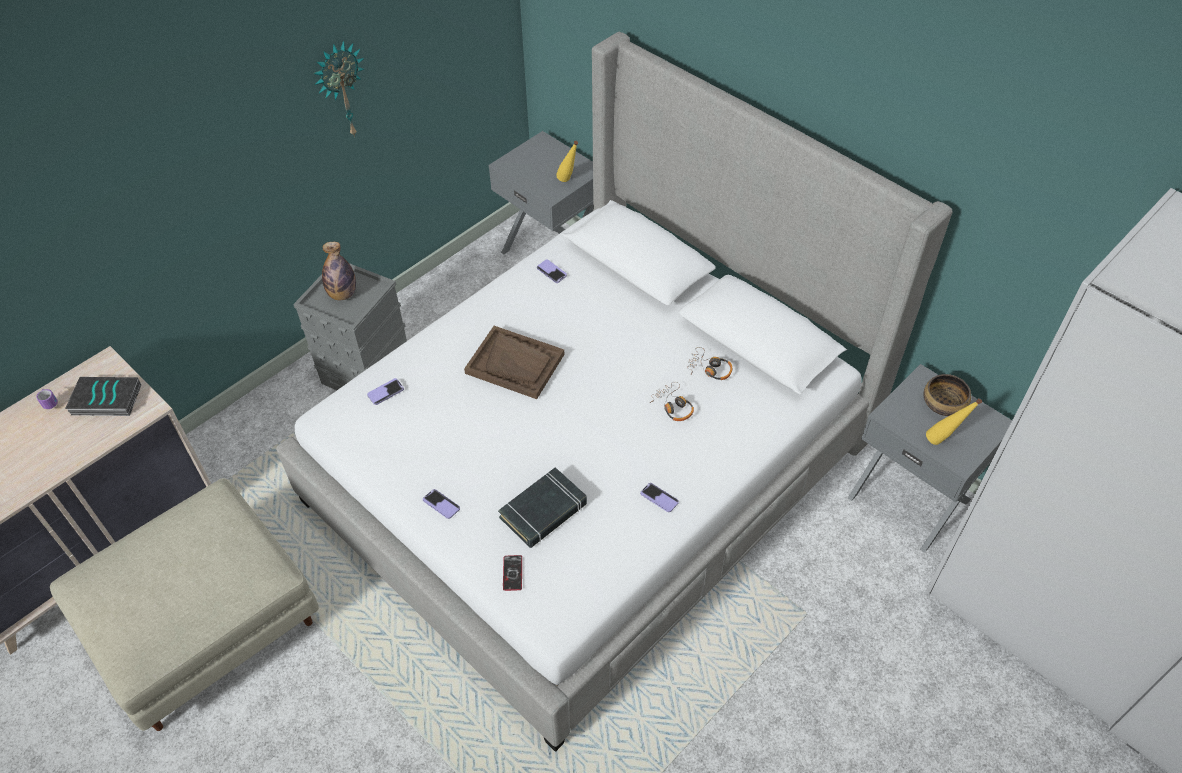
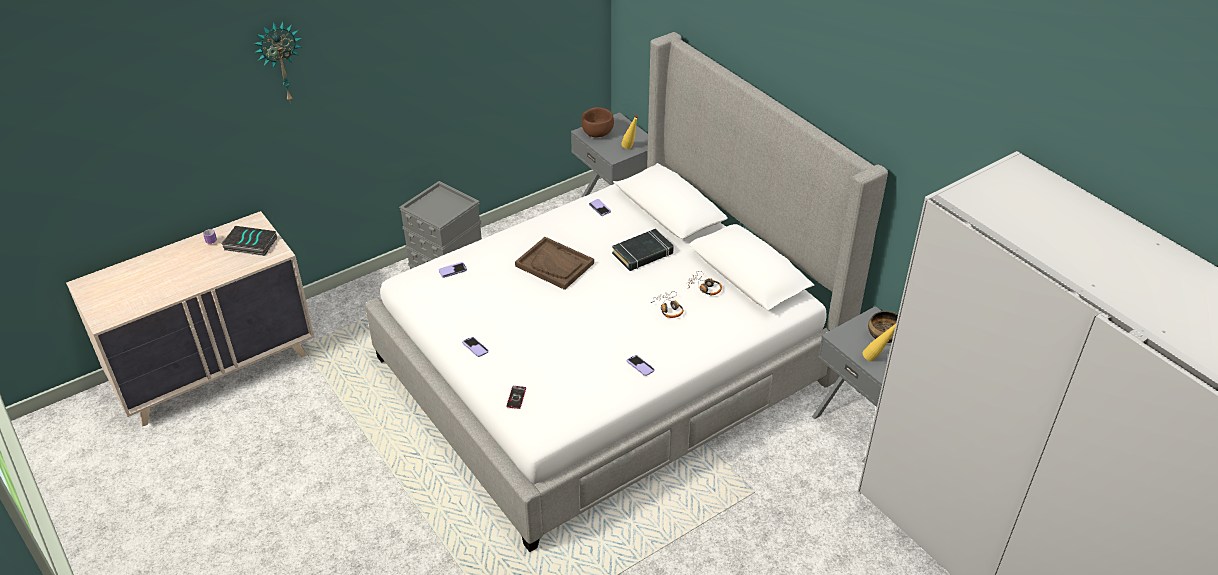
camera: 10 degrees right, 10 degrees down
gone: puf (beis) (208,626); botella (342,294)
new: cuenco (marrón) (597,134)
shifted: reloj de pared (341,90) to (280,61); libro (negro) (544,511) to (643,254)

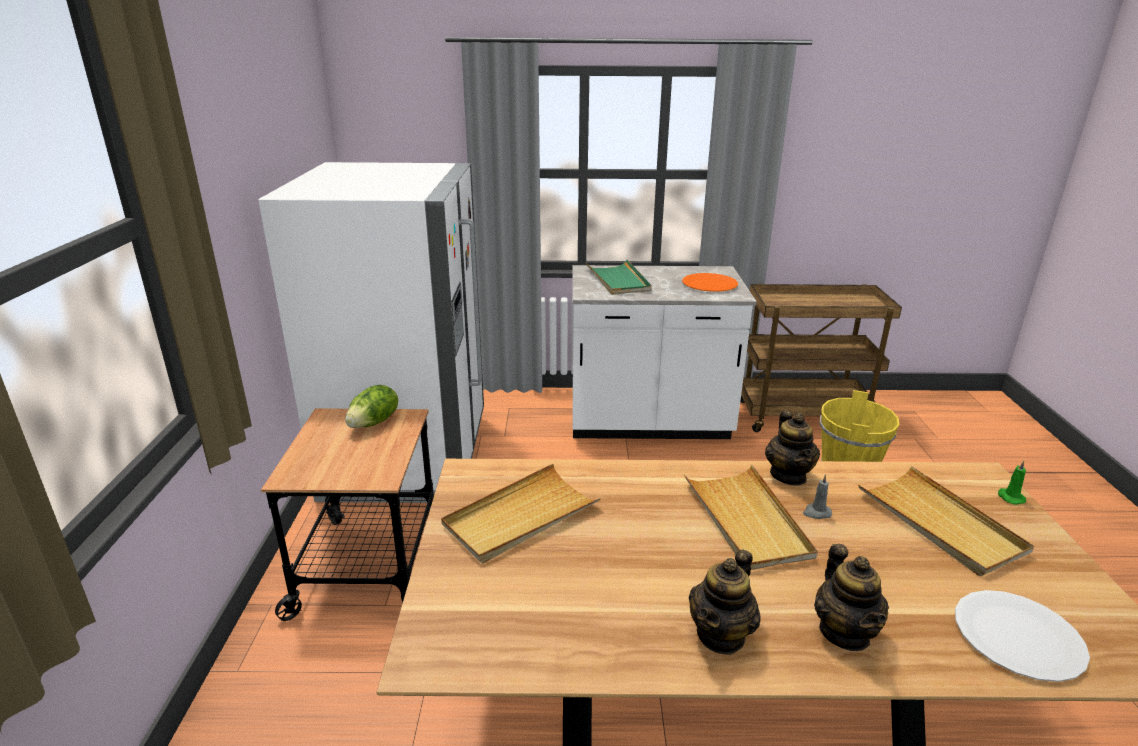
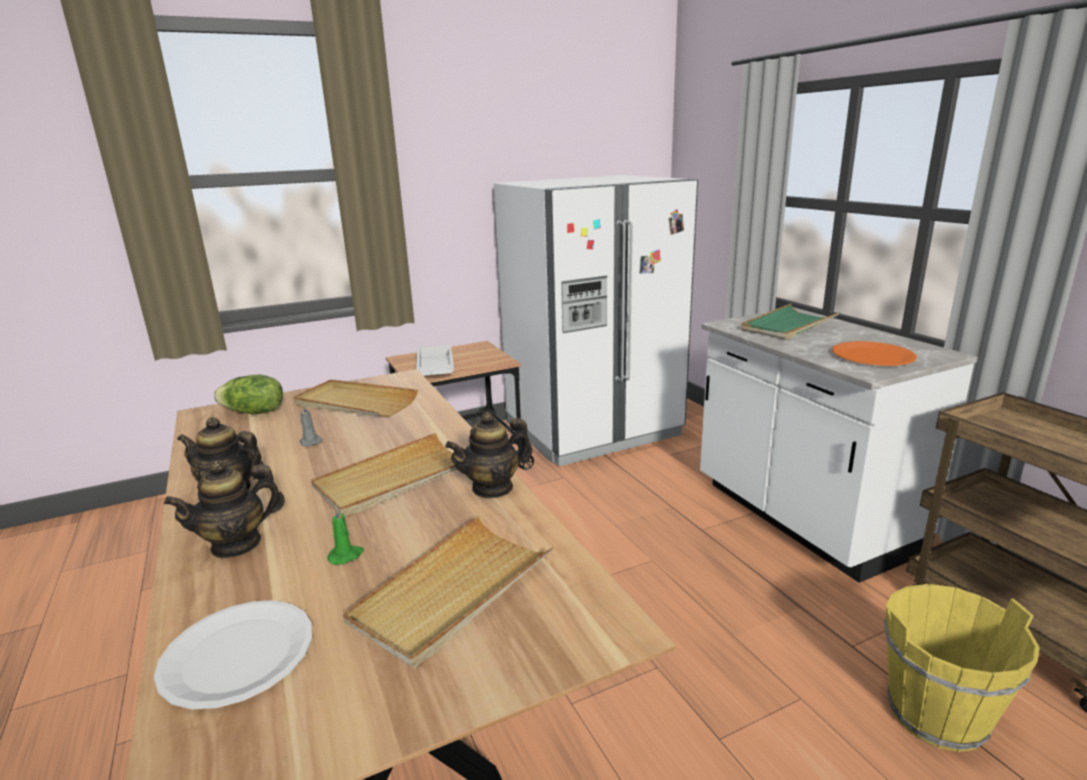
camera: 65 degrees right, 5 degrees down
new: bandeja (blanco) (434,368)
shifted: lechuga (374,422) to (254,412); vela (gris) (816,513) to (310,442); vela (verde) (1010,497) to (346,556)

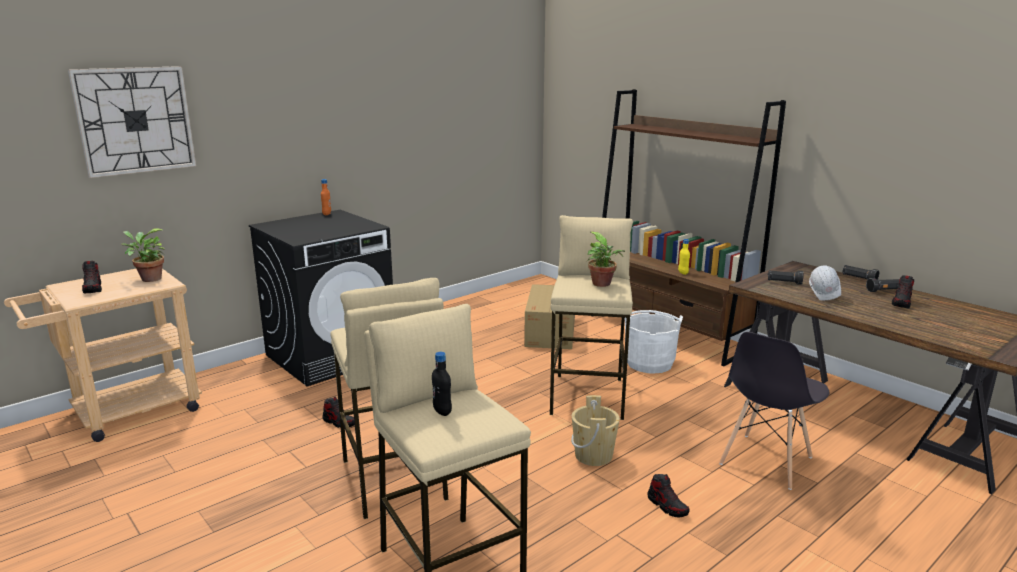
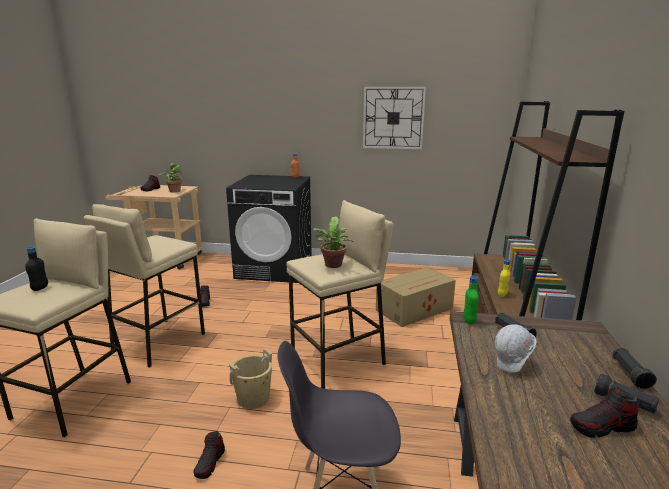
camera: 50 degrees right, 0 degrees up
gone: cubo (blanco) (649,363)
new: botella (verde) (469,321)
shifted: reloj de pared (135,120) to (393,118)

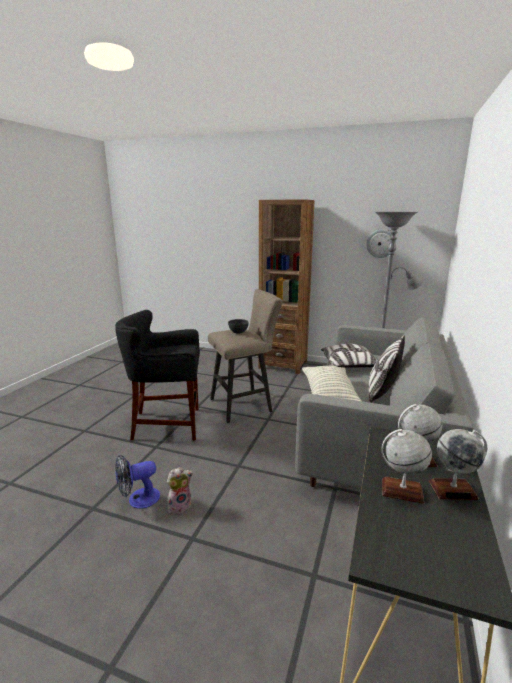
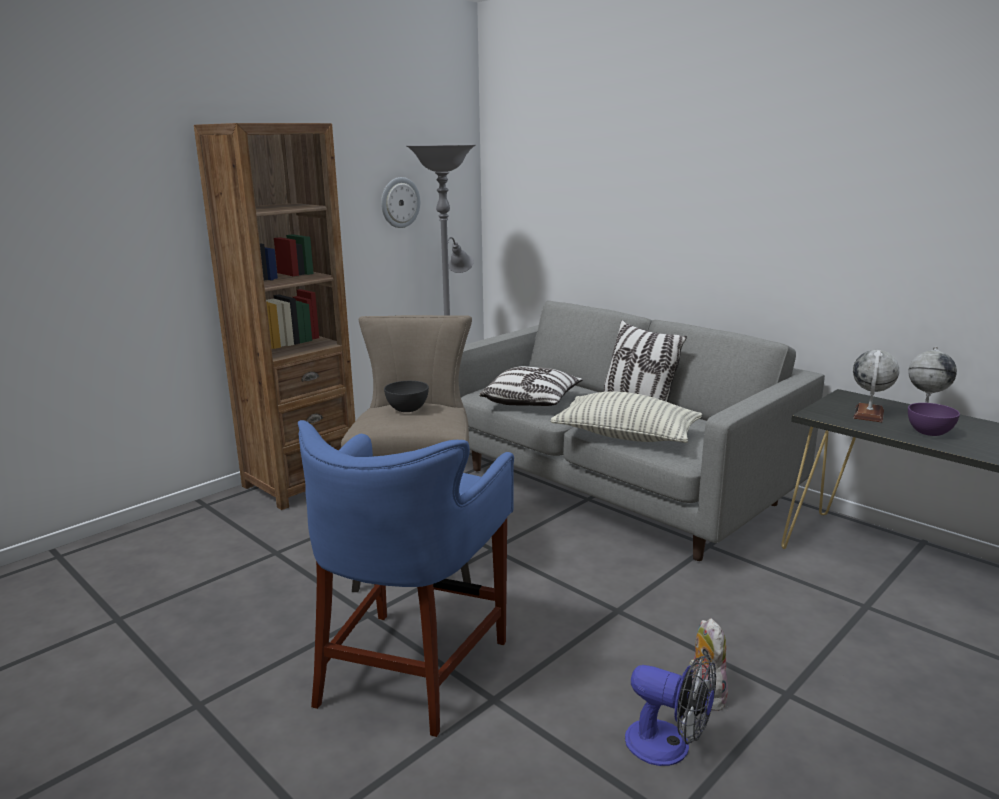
camera: 65 degrees left, 0 degrees up
swapped: globo terráqueo (402,491) to cuenco (morado) (929,433)
repainted: taburete (negro) (167,424) to taburete (azul) (412,669)
rotated: ventilador (138,499) = (669,746) 60 degrees counterclockwise

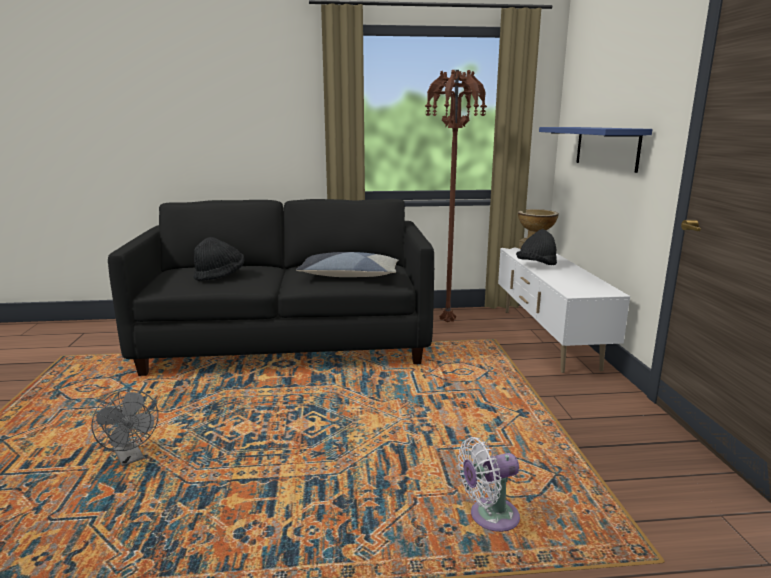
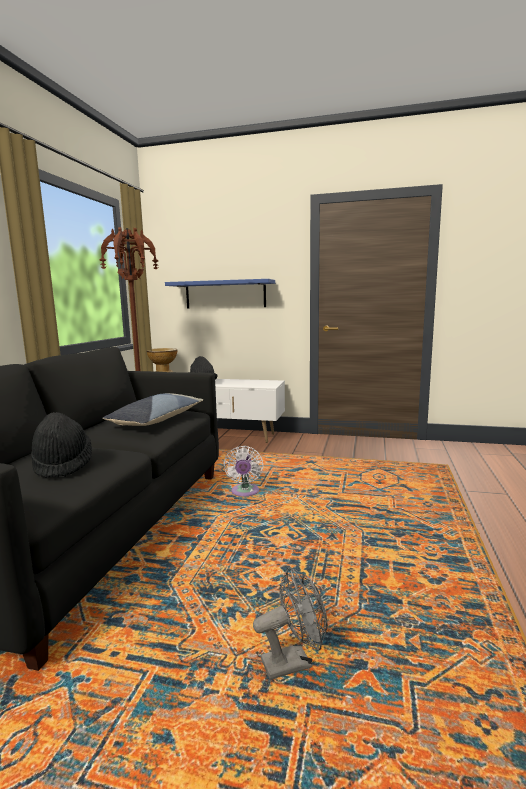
camera: 70 degrees left, 5 degrees down
shifted: ventilador (blanco) (489,517) to (244,493)

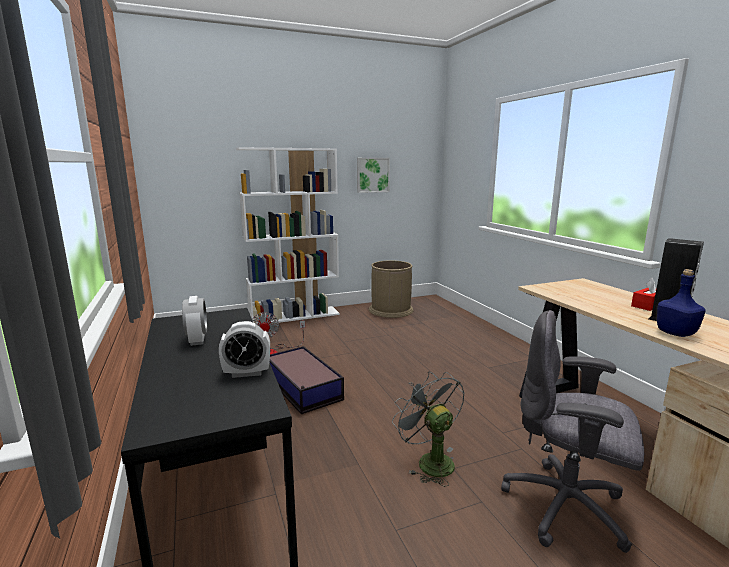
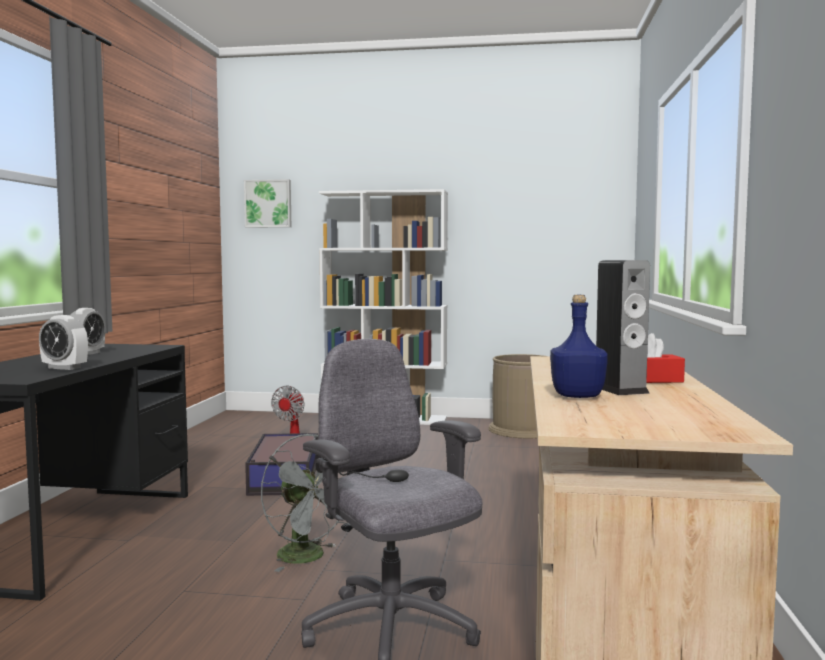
camera: 30 degrees right, 10 degrees down
shifted: cuadro (372,175) to (268,203)
rotated: ventilador (gris) (429,461) = (309,558) 135 degrees clockwise

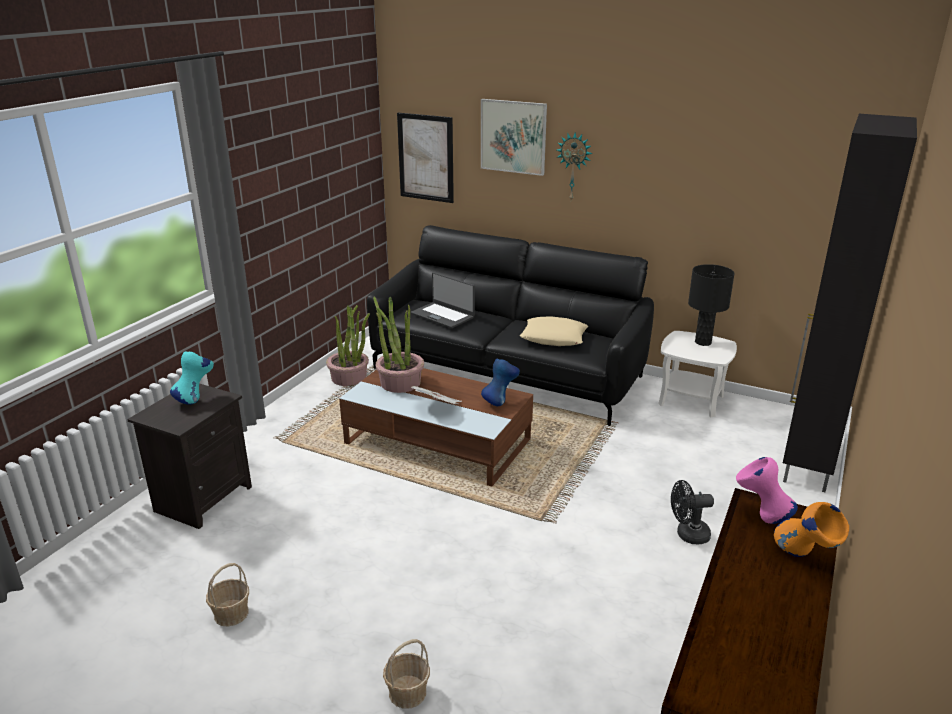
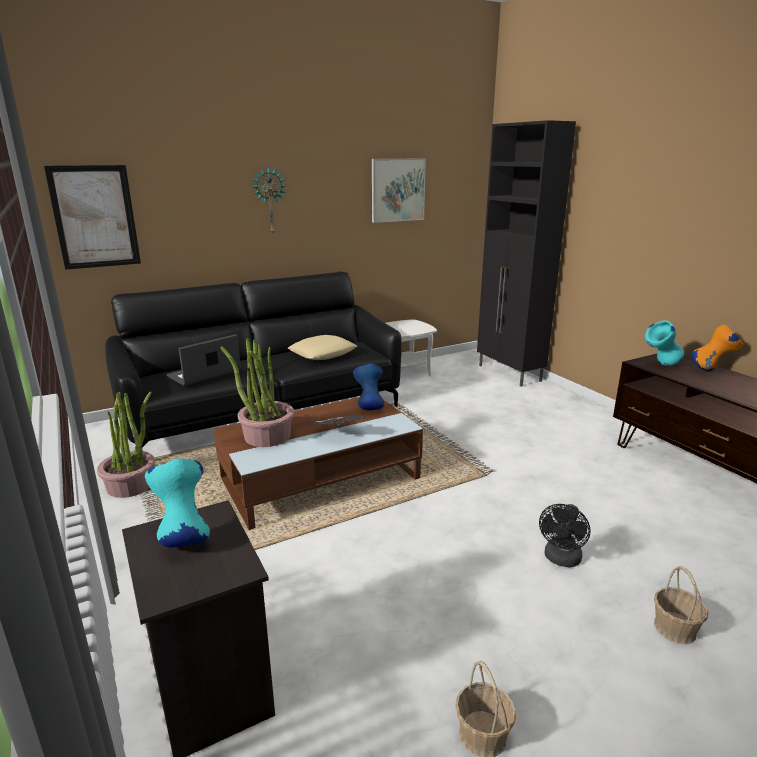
camera: 55 degrees left, 5 degrees down
gone: lámpara de mesa (negro) (703,342)
shifted: cuadro (513,136) to (398,190); ventilador (negro) (687,535) to (561,560)
repainted: florero (rosa) (761,516) to florero (turquesa) (660,365)
rotated: portátil (443,315) = (205,374) 150 degrees clockwise

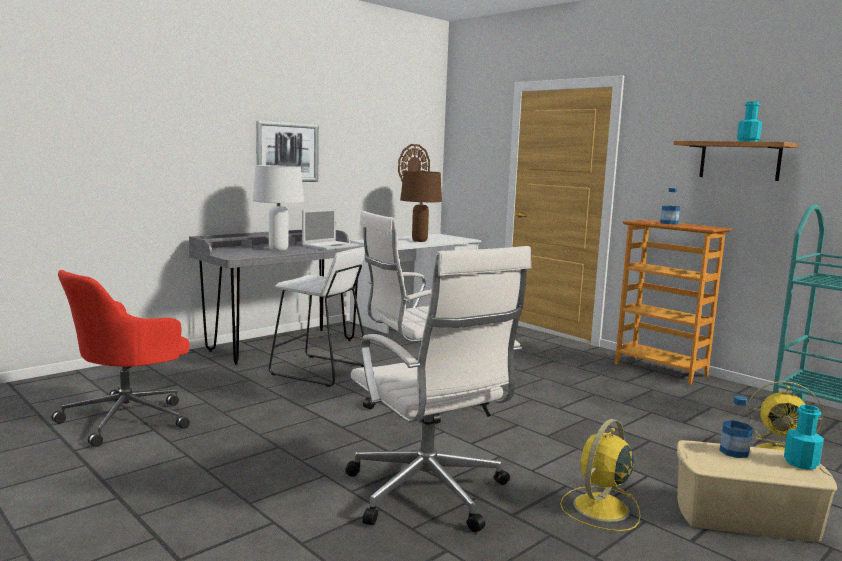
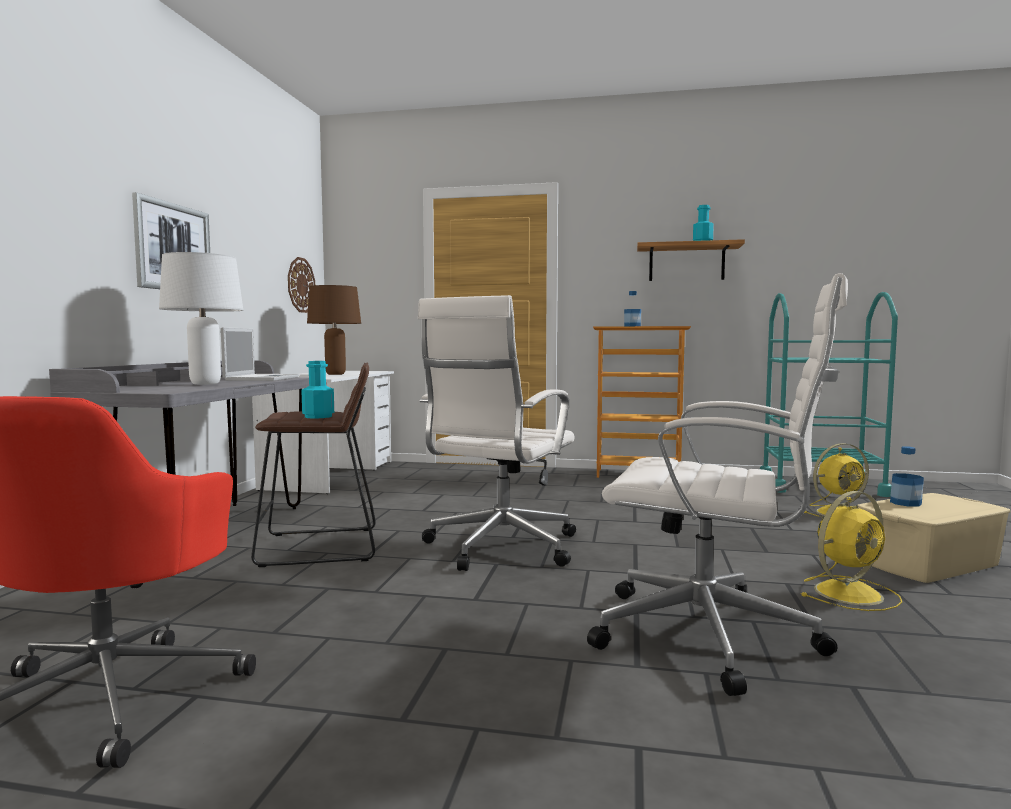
camera: 35 degrees left, 5 degrees down
shifted: botella (turquesa) (801,463) to (318,416)
repainted: taburete (blanco) (319,371) to taburete (marrón) (319,547)
rotated: ventilador (amarillo) (600,508) = (850,593) 120 degrees counterclockwise

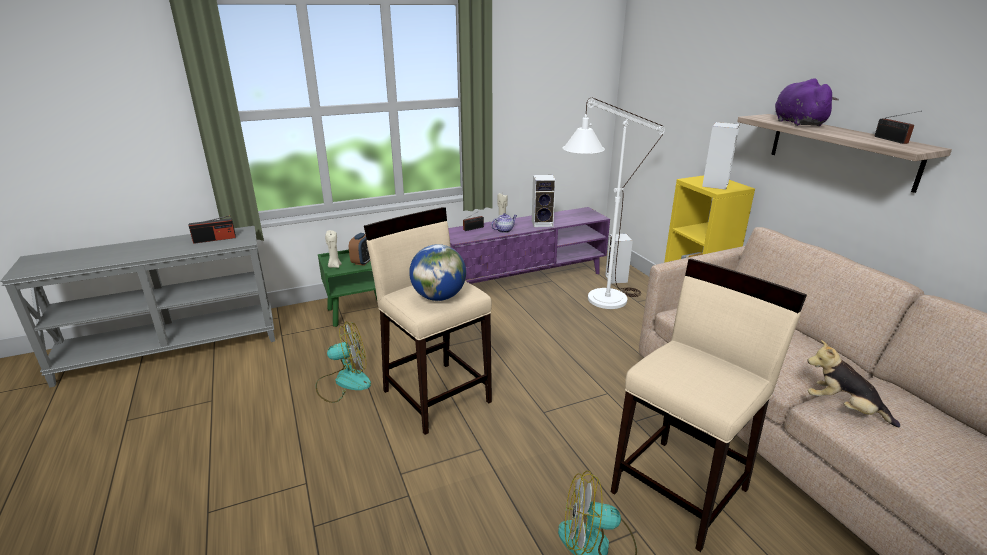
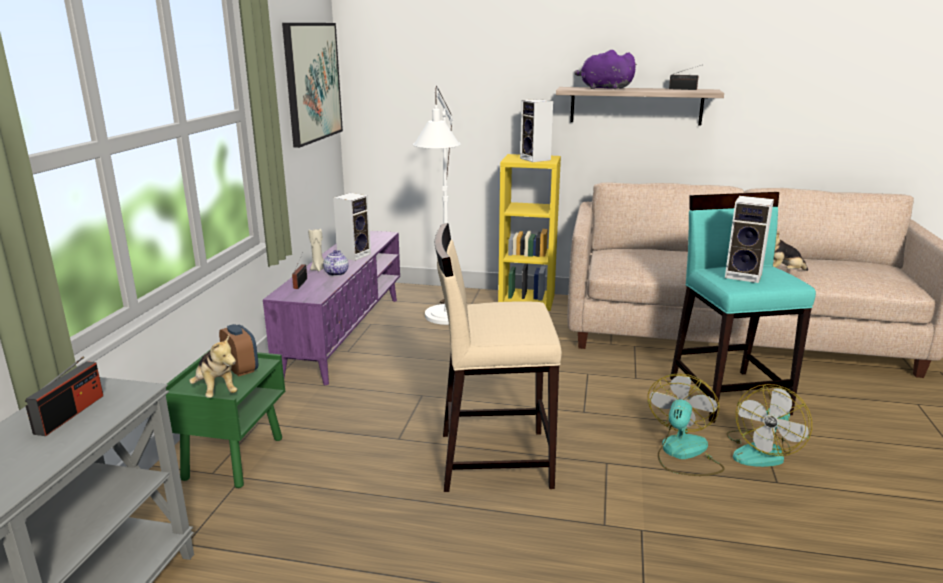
camera: 55 degrees left, 5 degrees down
gone: globo terráqueo (439,297)
new: cuadro (312,82)
shifted: ventilador (344,382) to (683,454); altavoz (617,279) to (745,276)
swapped: vela (beis) (334,266) to peluche (216,391)
repainted: taburete (beis) (681,490) to taburete (turquesa) (728,395)

